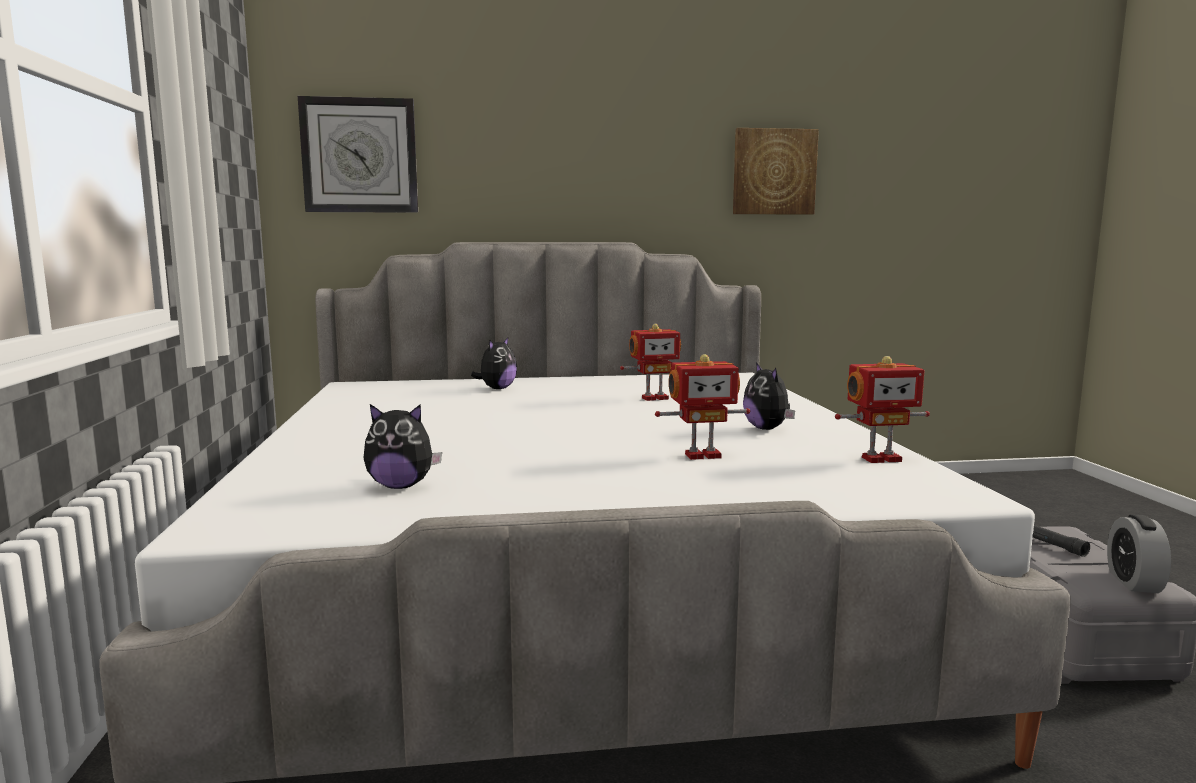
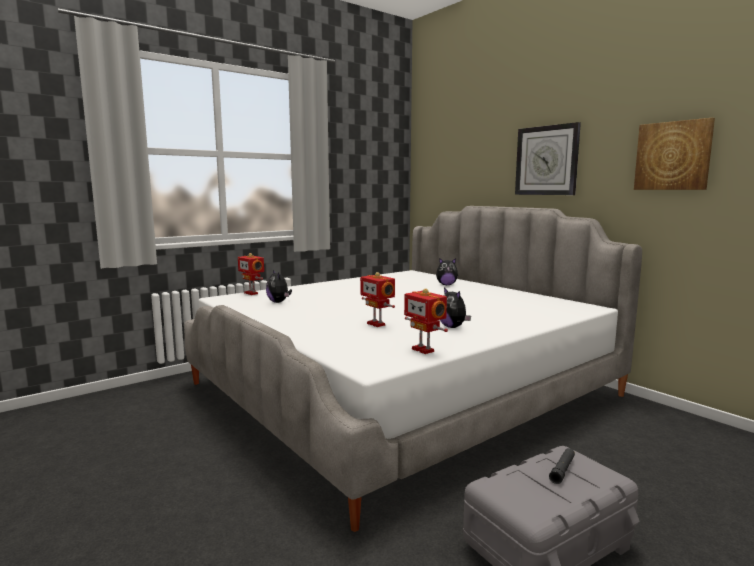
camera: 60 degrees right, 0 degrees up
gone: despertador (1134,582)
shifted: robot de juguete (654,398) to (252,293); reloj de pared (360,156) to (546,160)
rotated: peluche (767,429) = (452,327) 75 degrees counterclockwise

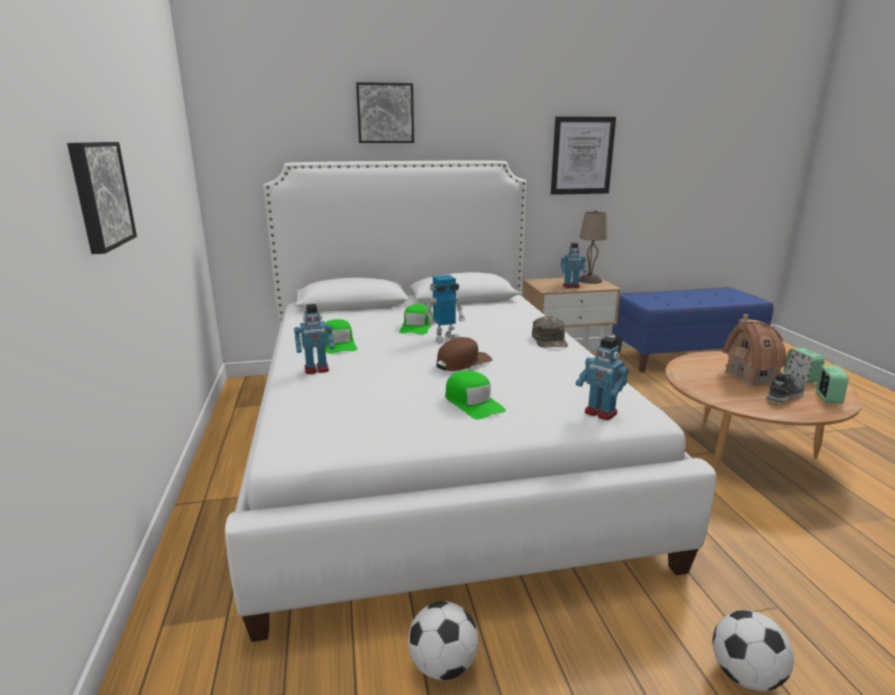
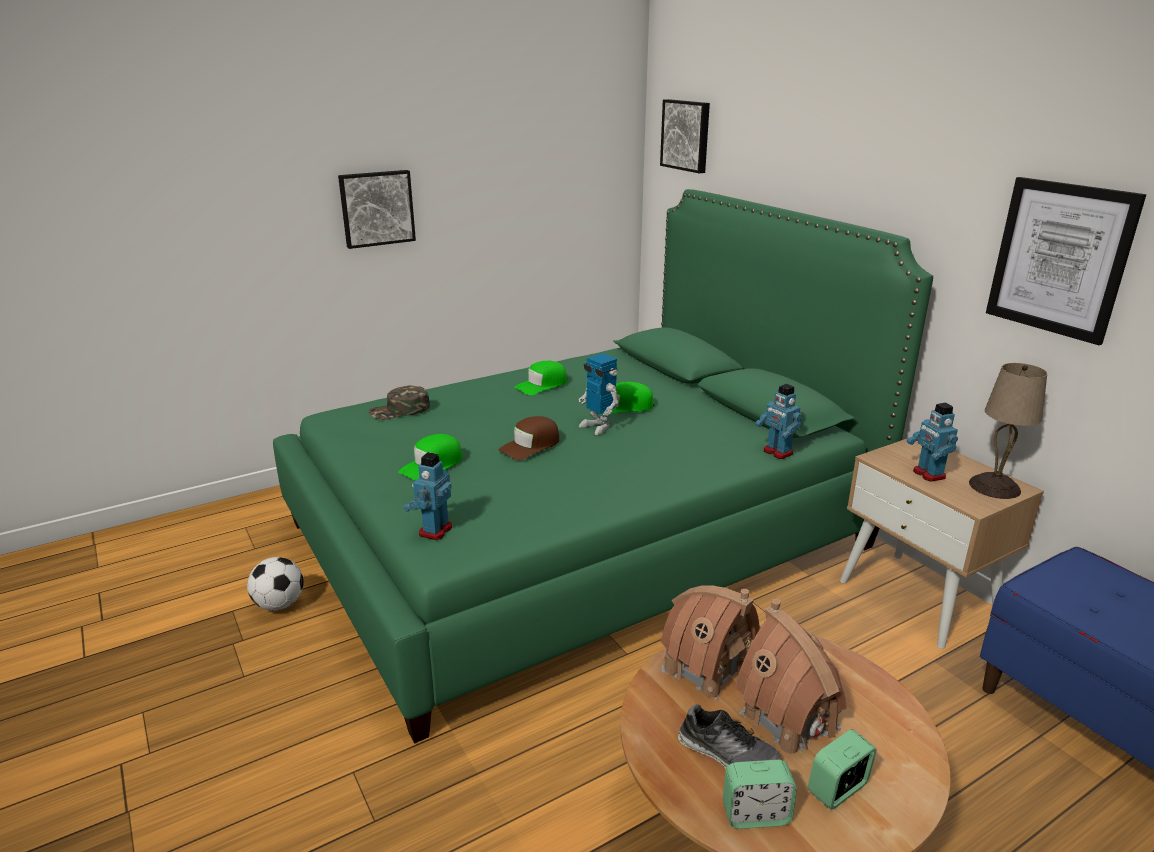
camera: 70 degrees right, 5 degrees up
gone: balón de fútbol (745,676)
new: casita (706,668)
shifted: gorra (verde) (550,340) to (400,410); cuadro (385,113) to (686,135); robot de juguete (316,369) to (777,452)
repainted: cama (blanco) (430,446) to cama (verde) (578,534)
rotated: gorra (marrón) (463,362) = (530,446) 105 degrees clockwise

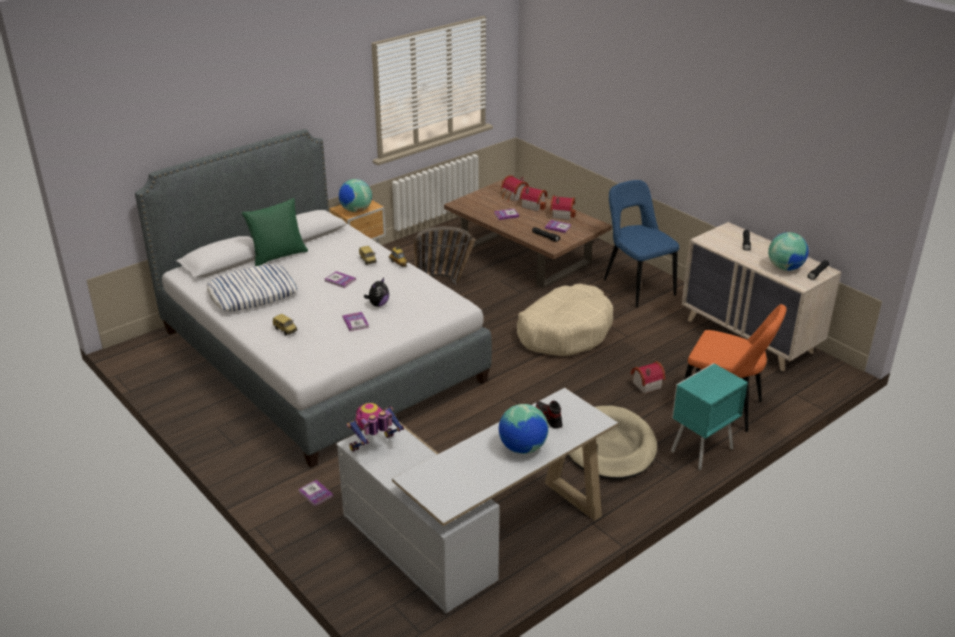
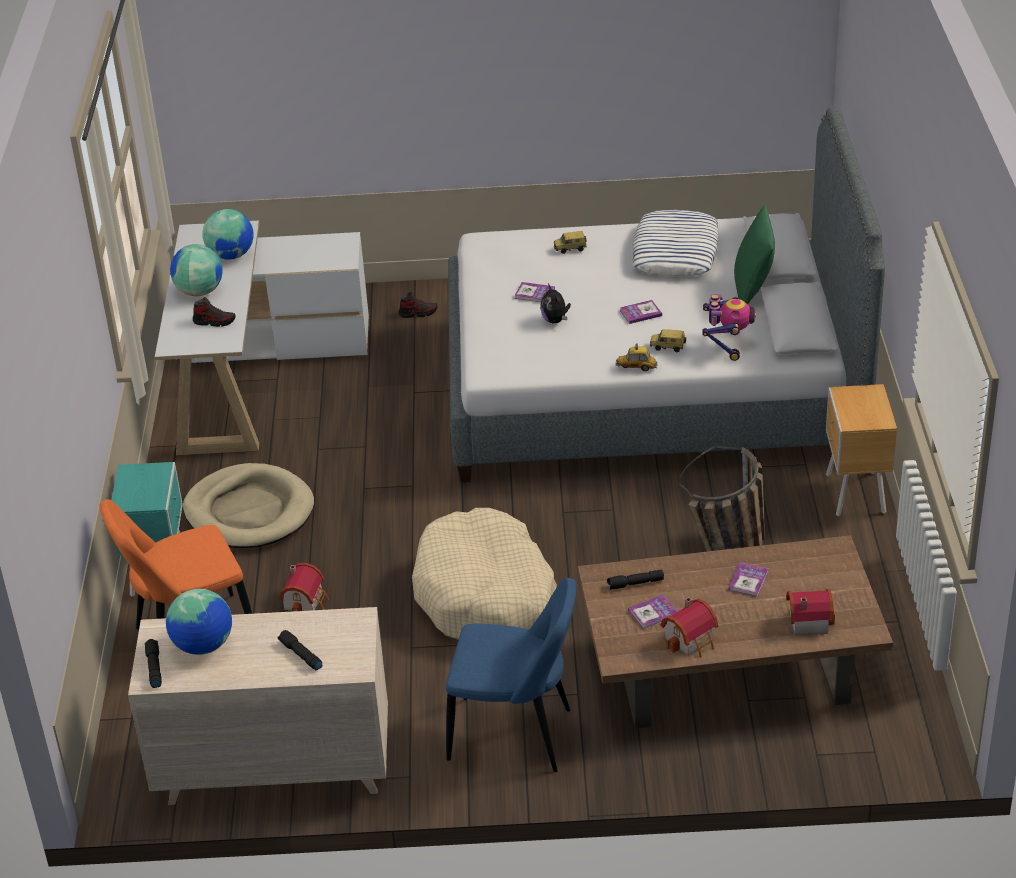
camera: 130 degrees right, 5 degrees up
gone: casita (533,205)
shifted: globo terráqueo (356,210) to (231,255); robot de juguete (374,446) to (727,345)
swapped: libro (315,494) to zapato (418,313)

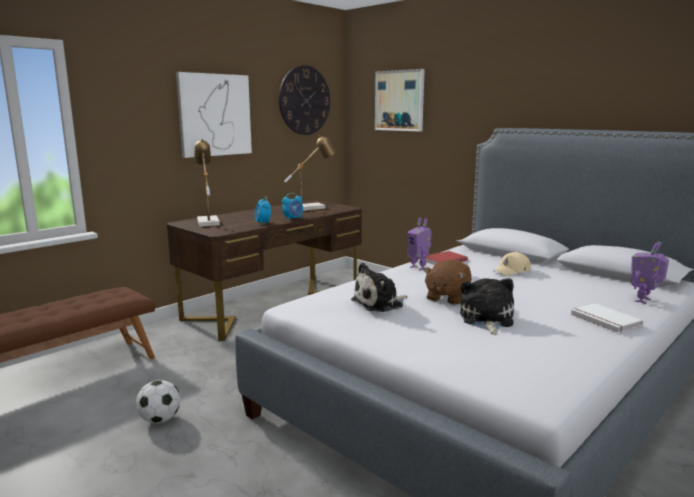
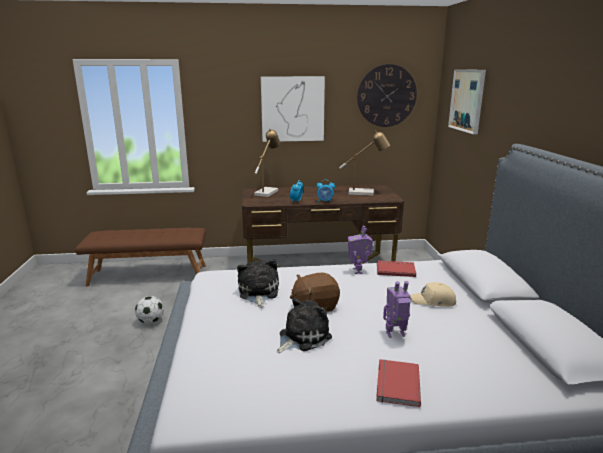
camera: 40 degrees right, 5 degrees up
shifted: robot de juguete (644,301) to (396,334)
repainted: libro (blanco) (604,320) to libro (rojo) (396,384)
rotated: peluche (380,303) = (258,293) 75 degrees clockwise

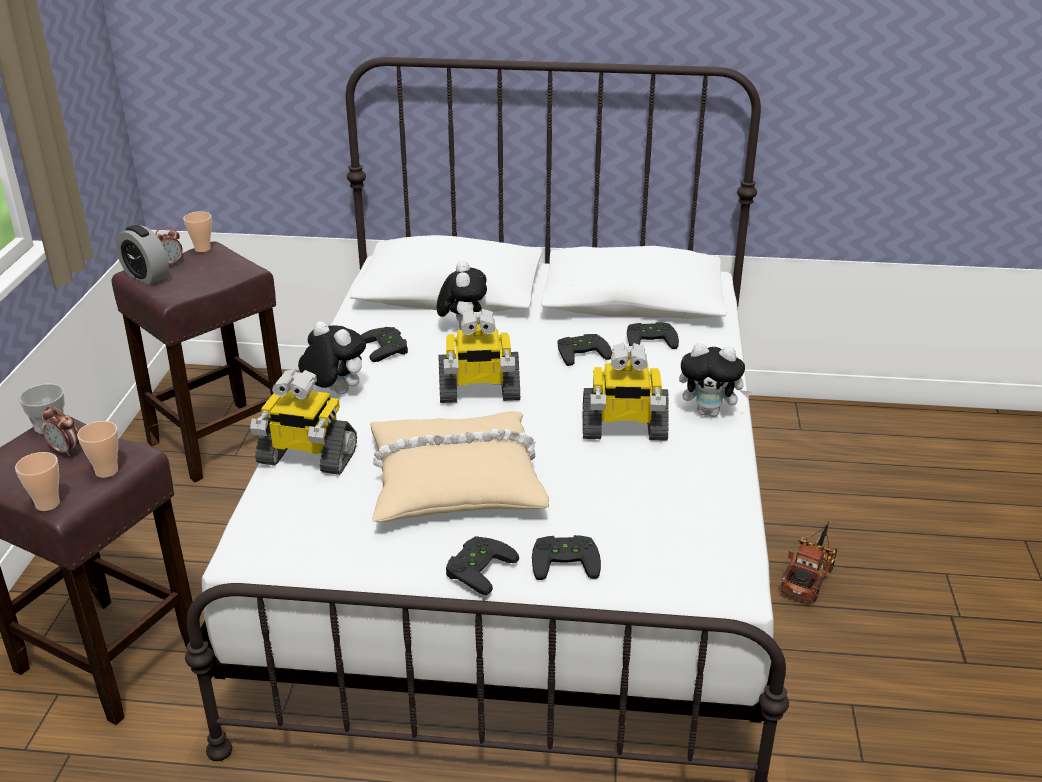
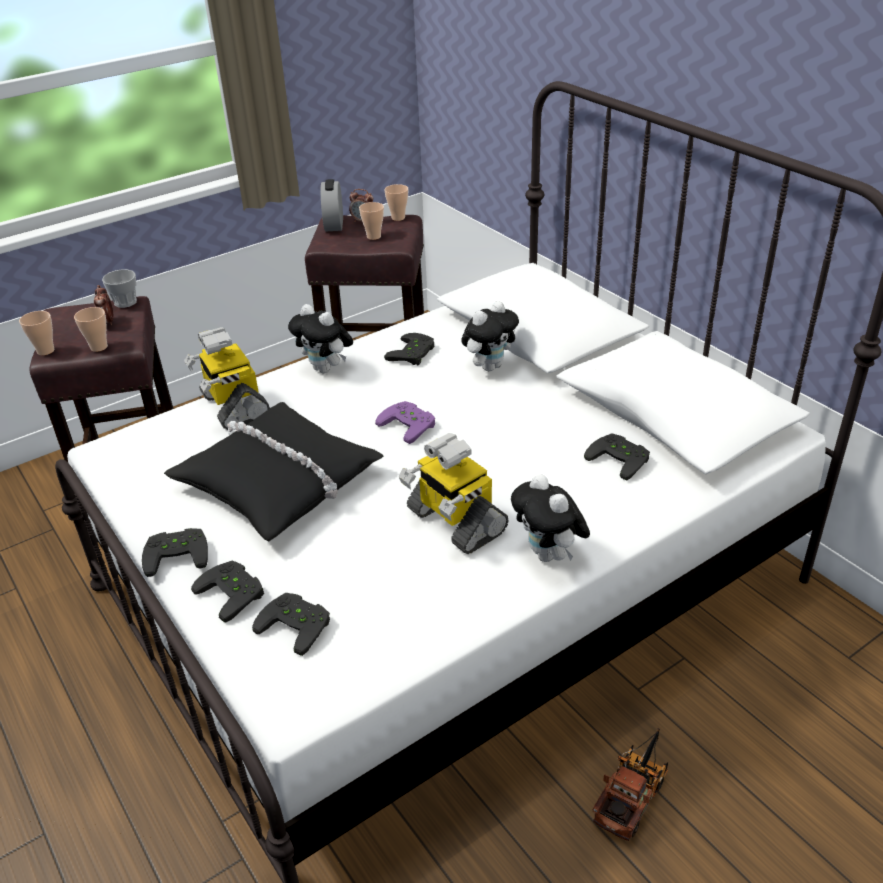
camera: 50 degrees right, 5 degrees up
new: taza (373,236)
shifted: mando de consola (negro) (582,352) to (298,624)
swapped: robot de juguete (478,392) to mando de consola (morado) (410,424)
repainted: cojín (beis) (455,481) to cojín (negro) (278,481)
rotated: peluche (335,392) = (326,369) 135 degrees clockwise; camión de juguete (809,575) = (633,794) 45 degrees counterclockwise

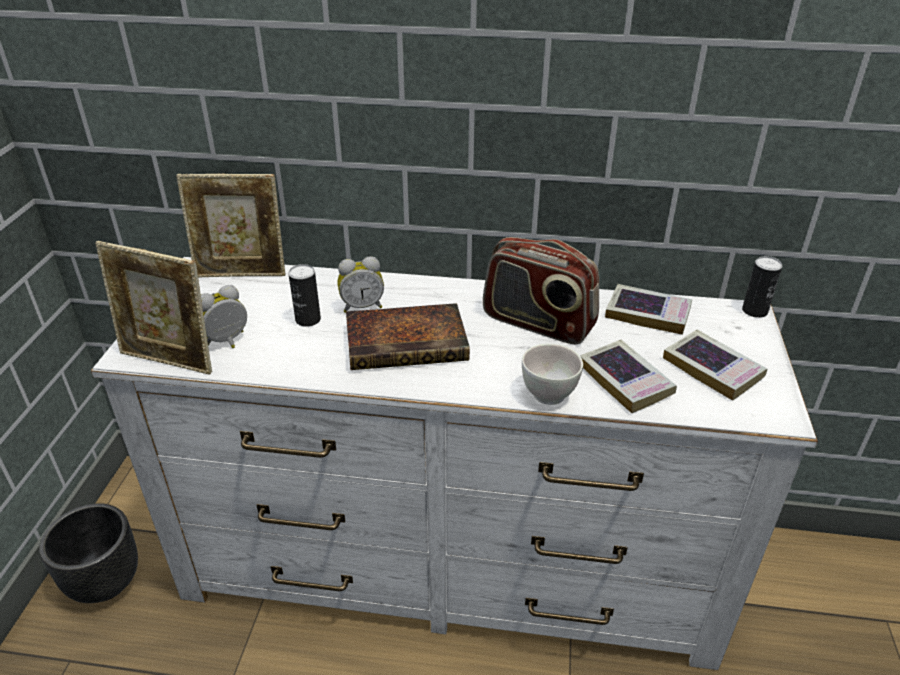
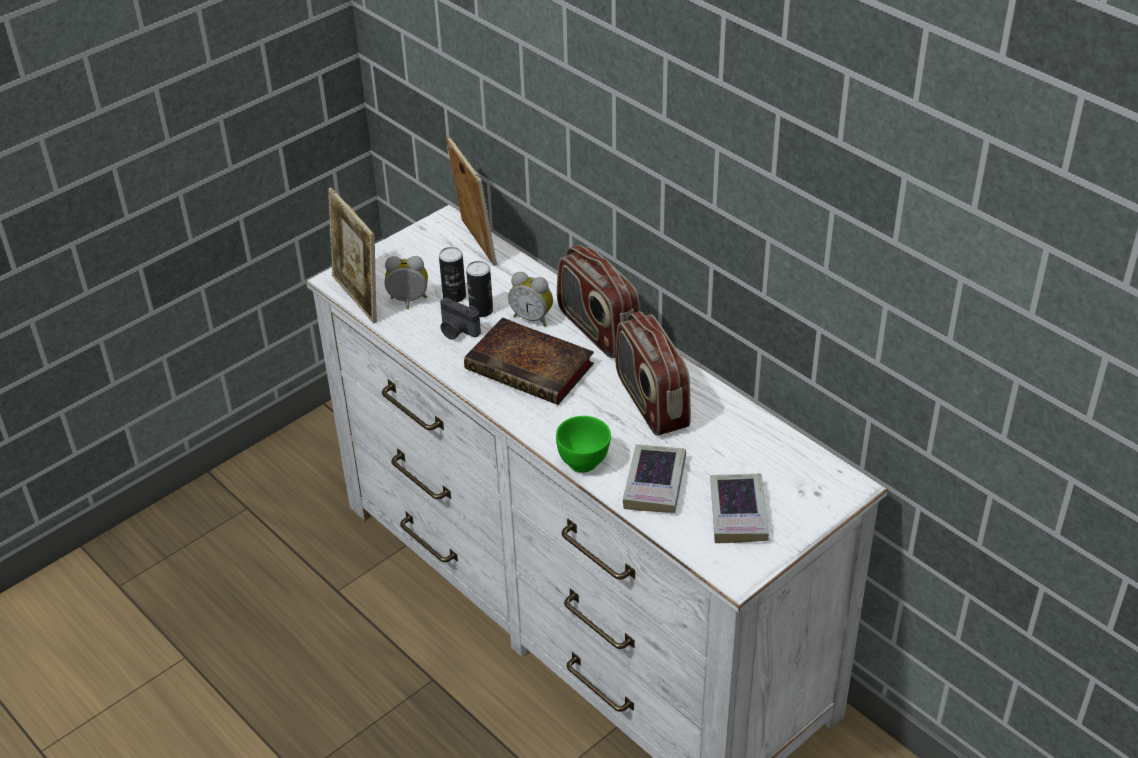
camera: 40 degrees right, 5 degrees up
gone: maceta (negro) (104,584); libro (648,314)
new: cámara (457,331); radio (597,329)
shifted: lata (754,311) to (454,296)
repainted: cuenco (blanco) (549,394) to cuenco (verde) (583,462)
rotated: portarretratos (242,274) = (475,243) 150 degrees counterclockwise

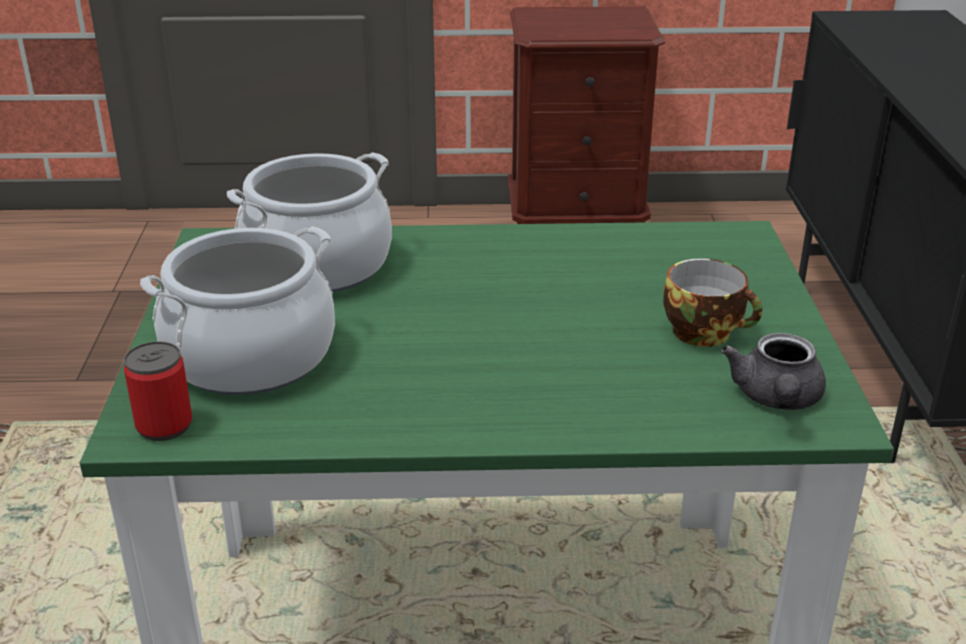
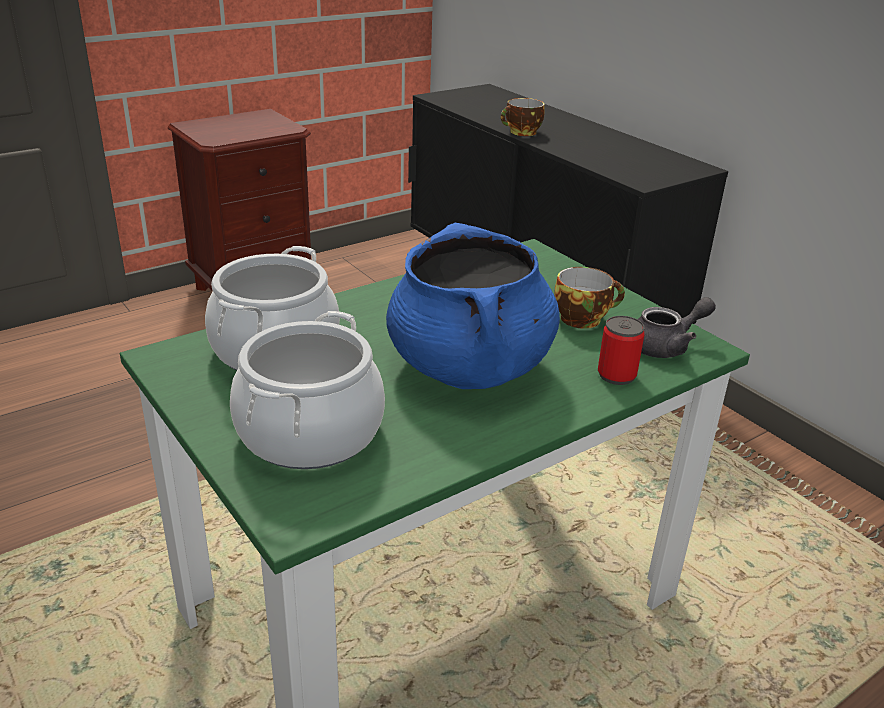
camera: 35 degrees left, 0 degrees up
new: olla (azul) (470,367); taza (522,133)
shifted: lata (164,426) to (616,375)
rotated: tetera (gris) (776,399) = (666,346) 90 degrees counterclockwise

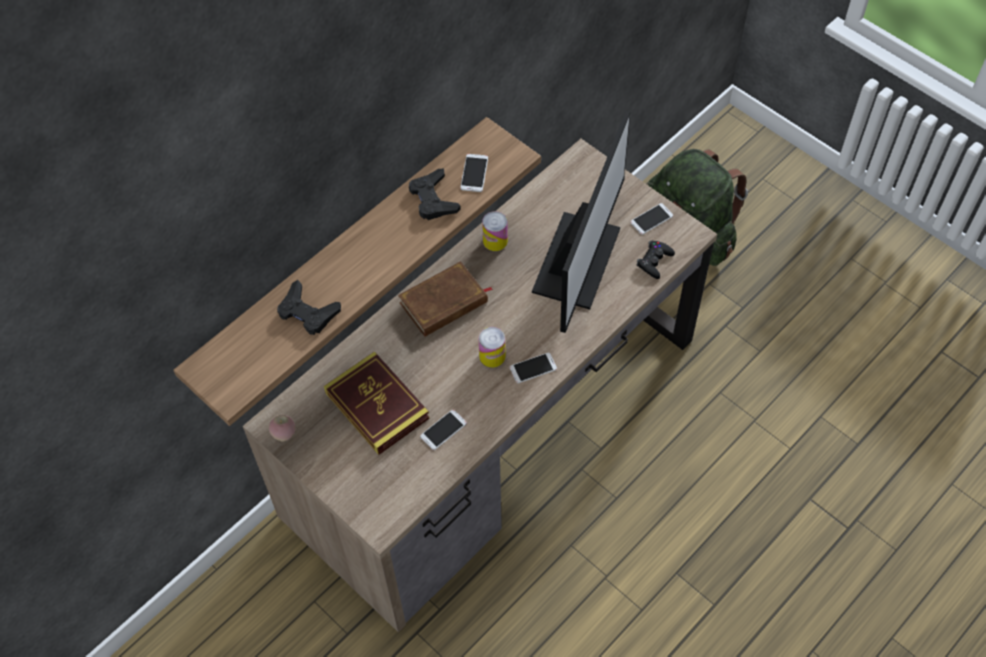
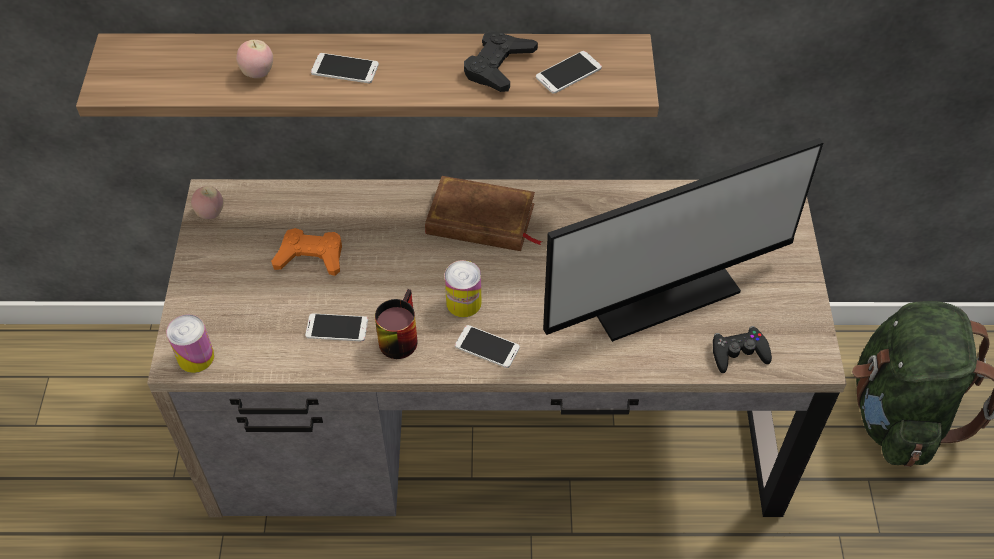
camera: 45 degrees right, 5 degrees down
new: taza grande (397,335)
shifted: lata (495,241) to (196,357); móvil (651,219) to (345,69)
swapped: mando de consola (negro) (307,312) to manzana (258,73); libro (377,406) to mando de consola (naranja) (310,256)

